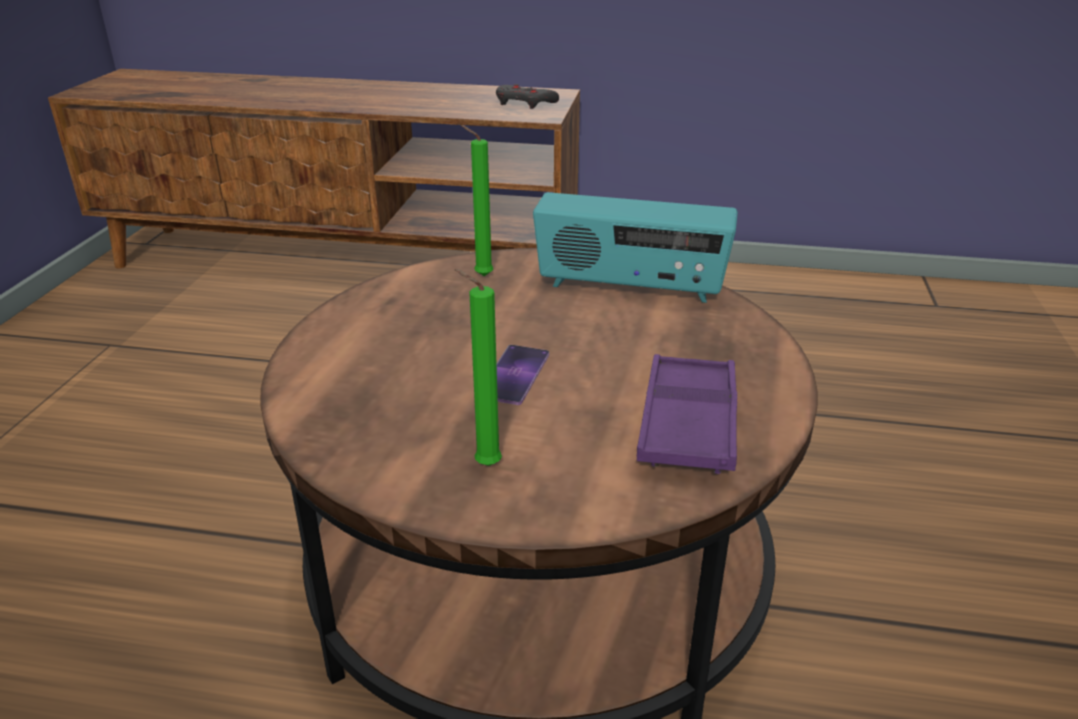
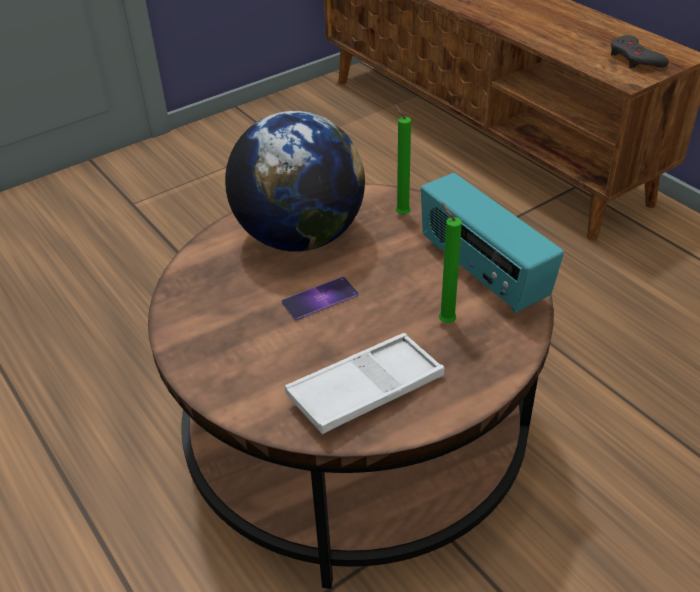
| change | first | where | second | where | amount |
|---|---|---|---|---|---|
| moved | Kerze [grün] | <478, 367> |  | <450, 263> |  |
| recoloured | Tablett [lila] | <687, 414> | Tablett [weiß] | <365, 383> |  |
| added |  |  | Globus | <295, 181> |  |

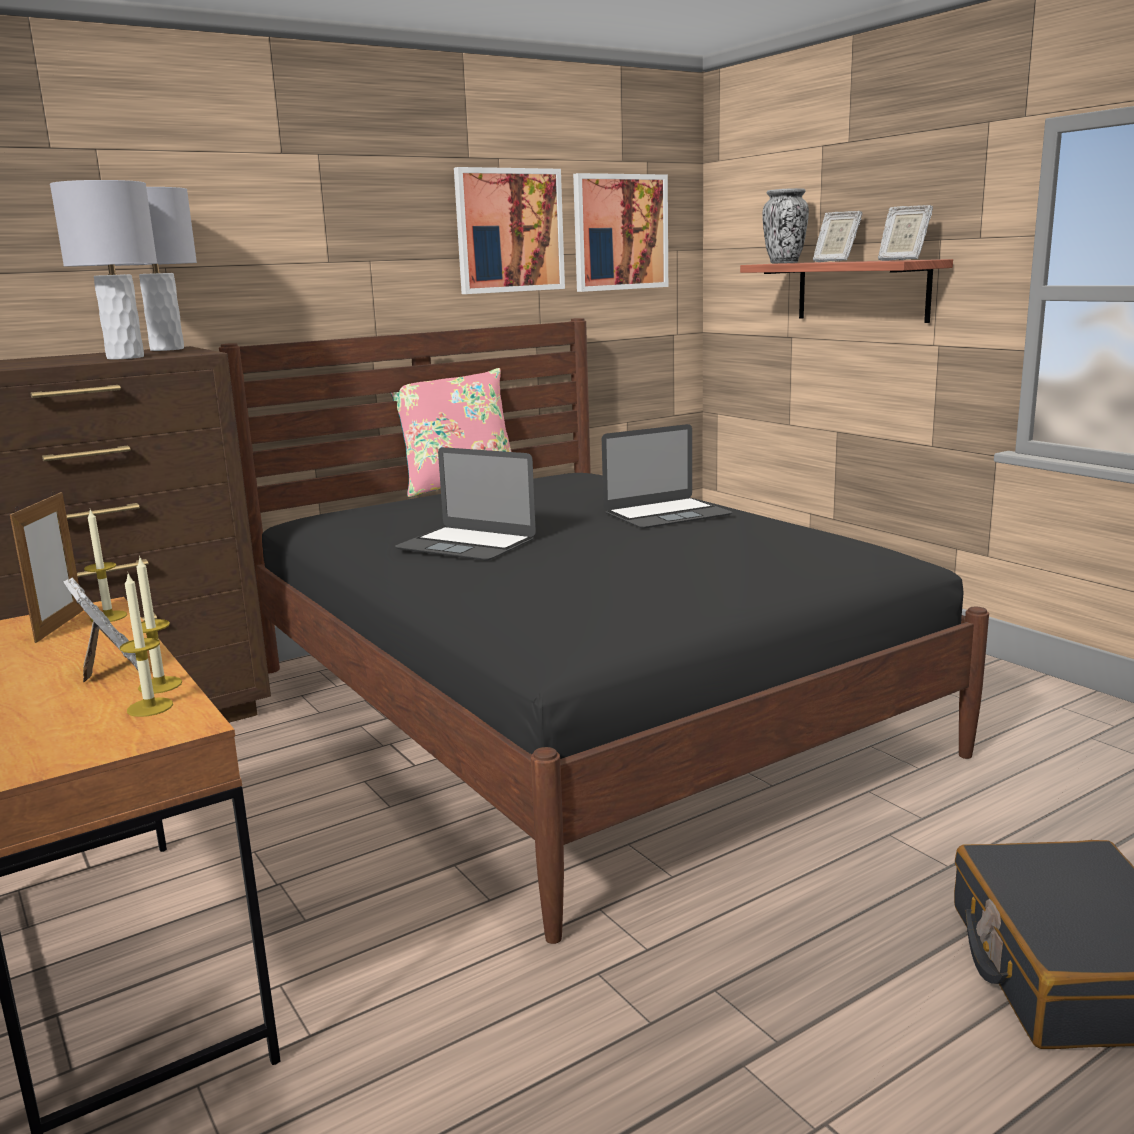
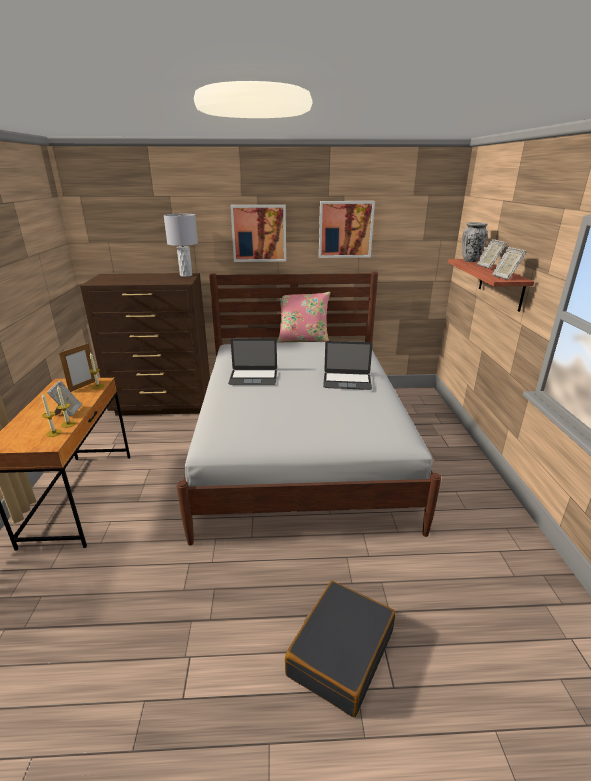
| change | first | where | second | where | amount |
|---|---|---|---|---|---|
| removed | Tischlampe [grau] | <103, 270> |  |  |  |
| recoloured | Bett [schwarz] | <604, 631> | Bett [weiß] | <309, 408> |  |
| turned | Laptop | <465, 504> |  | <252, 361> | 60 degrees counterclockwise |
| moved | Bild | <620, 232> |  | <258, 233> |  |

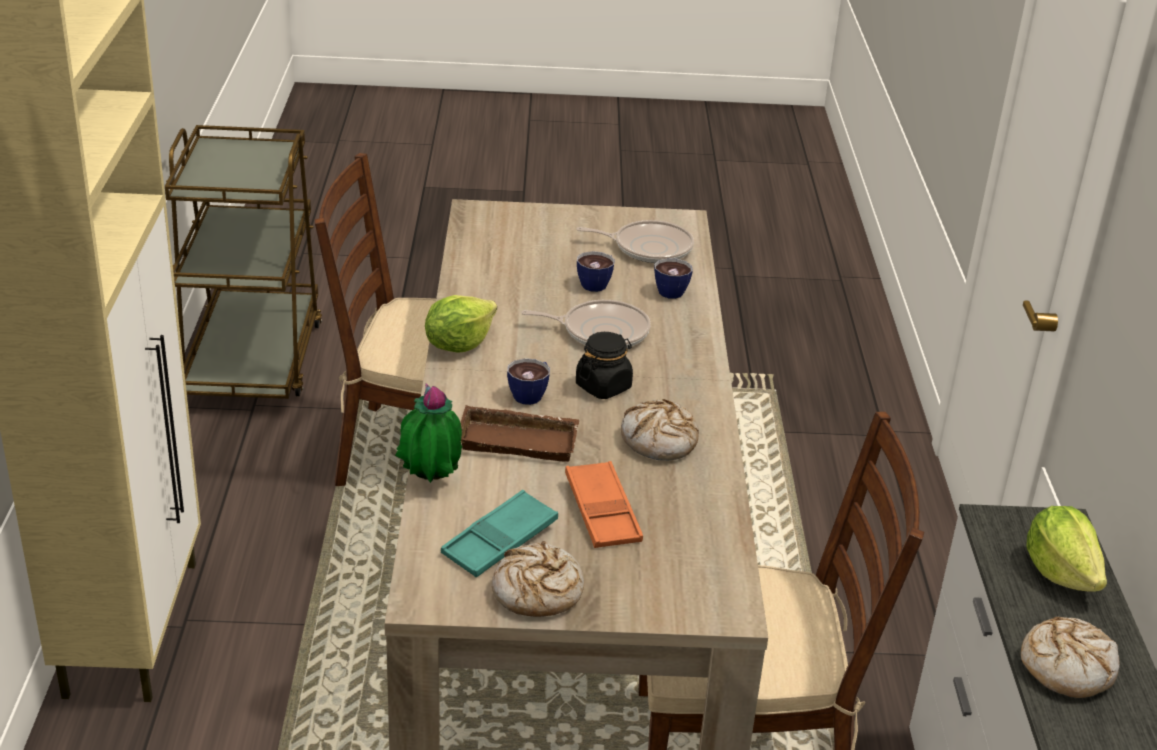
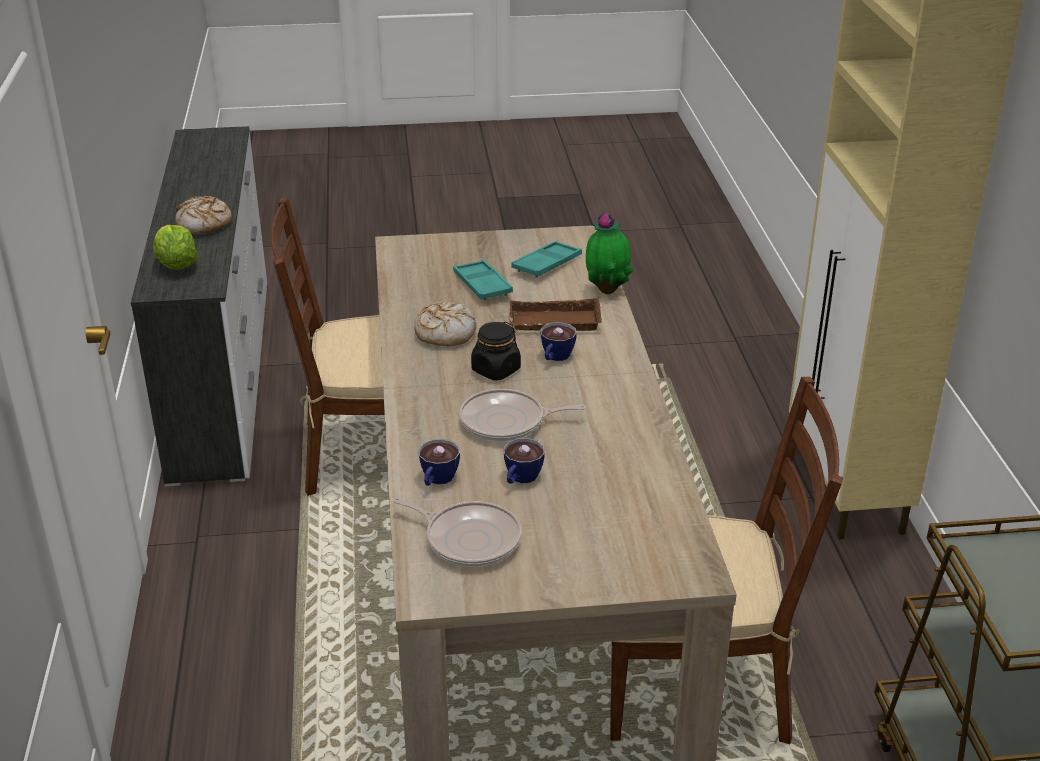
| change | first | where | second | where | amount |
|---|---|---|---|---|---|
| removed | Salatkopf | <461, 324> |  |  |  |
| removed | Brot | <538, 579> |  |  |  |
| recoloured | Tablett [orange] | <604, 504> | Tablett [türkis] | <483, 280> |  |
| turned | Pfanne | <635, 241> |  | <457, 532> | 150 degrees counterclockwise |

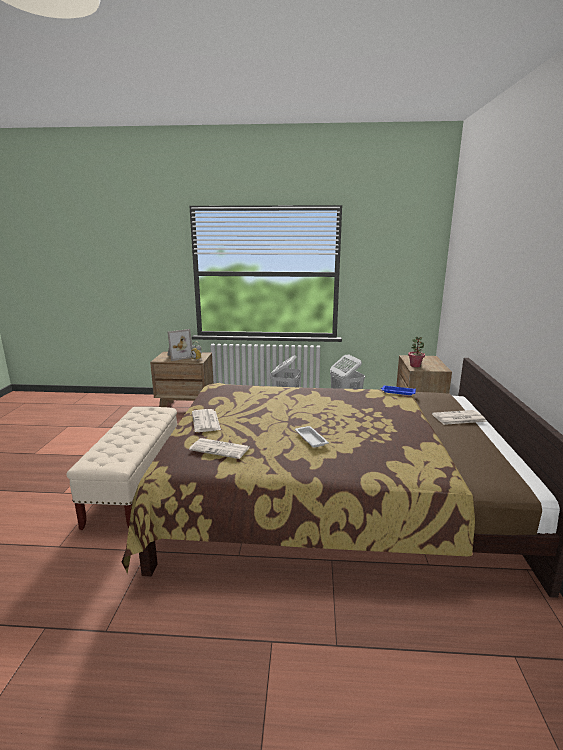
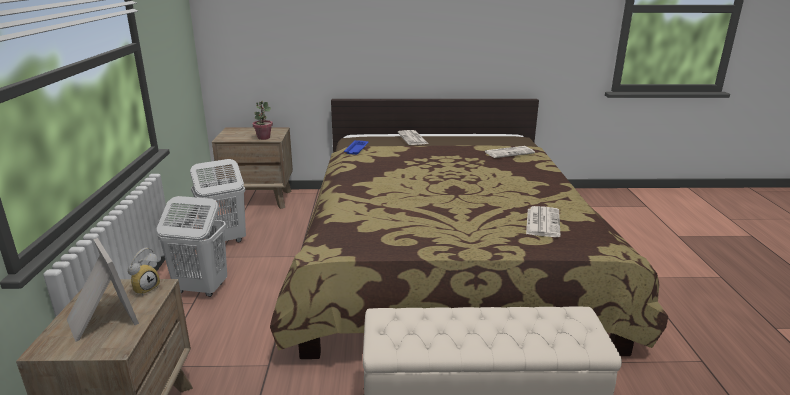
| change | first | where | second | where | amount |
|---|---|---|---|---|---|
| moved | Zeitung | <206, 420> |  | <510, 152> |  |
| removed | Tablett [weiß] | <312, 437> |  |  |  |

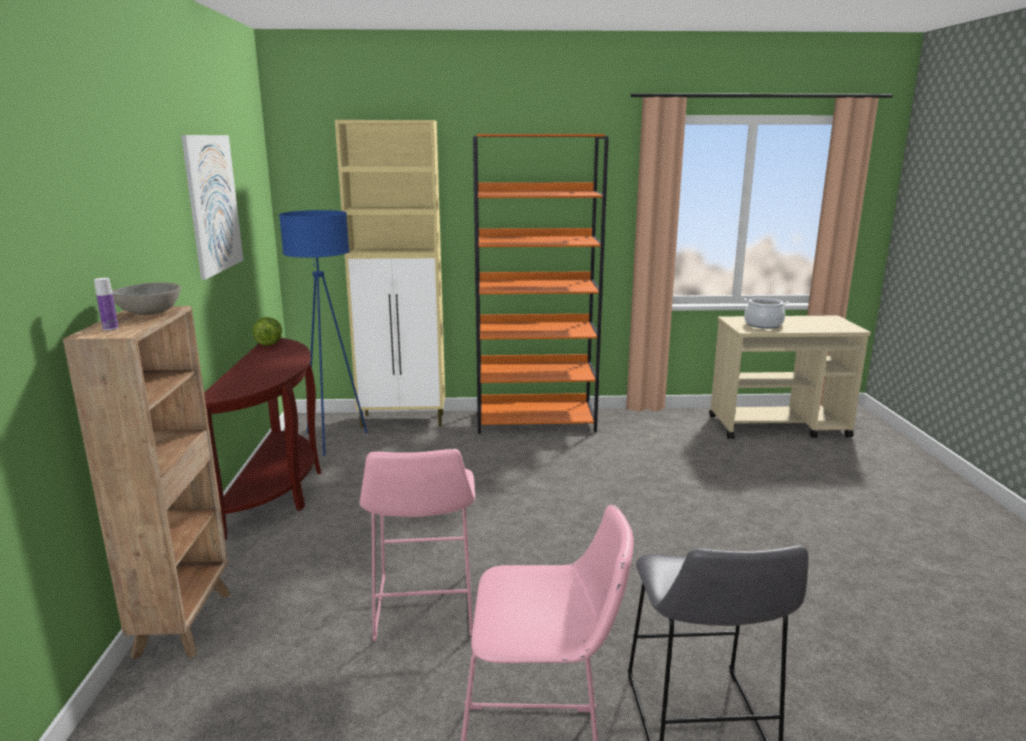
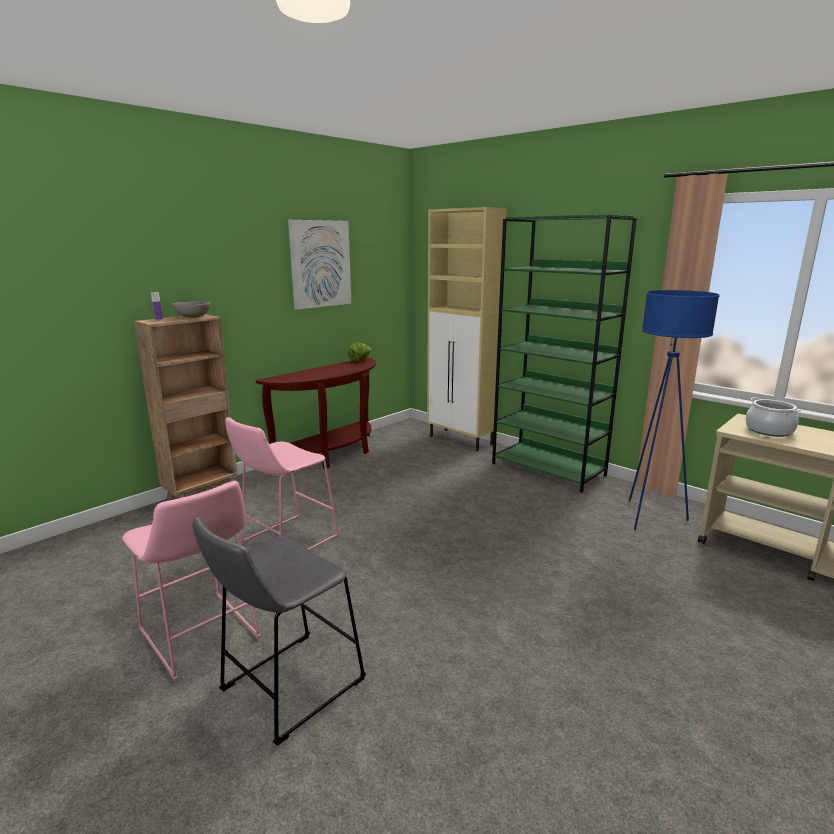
| change | first | where | second | where | amount |
|---|---|---|---|---|---|
| moved | Stehlampe [blau] | <323, 333> |  | <674, 410> |  |
| recoloured | Bücherregal [orange] | <541, 284> | Bücherregal [grün] | <564, 353> |  |

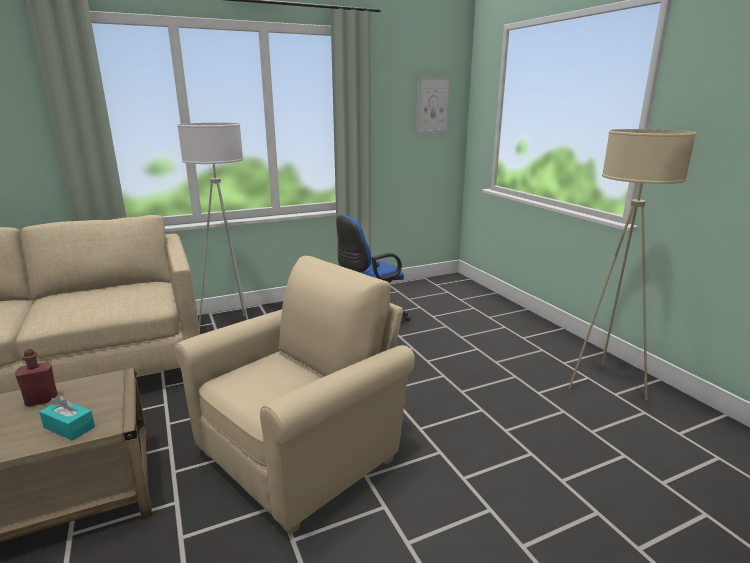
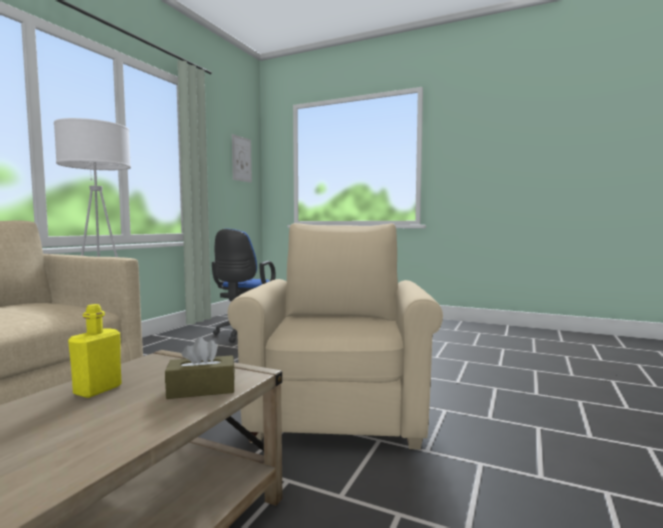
| change | first | where | second | where | amount |
|---|---|---|---|---|---|
| recoloured | Flasche [rot] | <36, 378> | Flasche [gelb] | <95, 351> |  |
| recoloured | Taschentuchbox [türkis] | <67, 418> | Taschentuchbox [braun] | <200, 368> |  |
| removed | Stehlampe [beige] | <632, 264> |  |  |  |

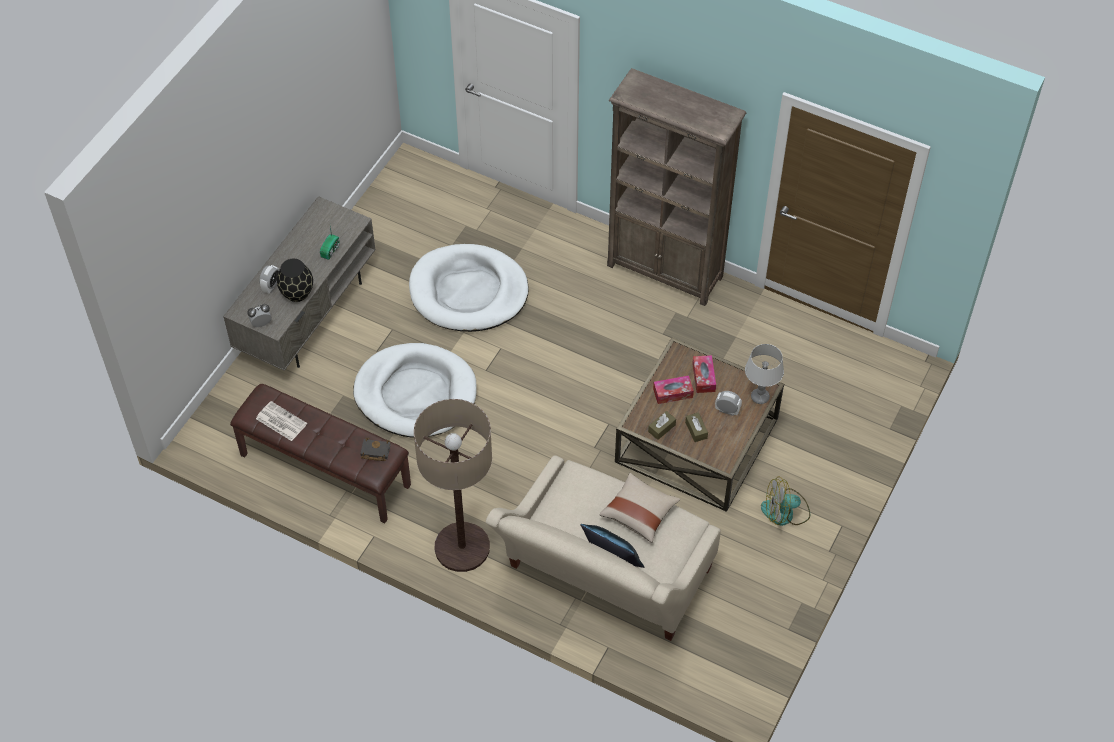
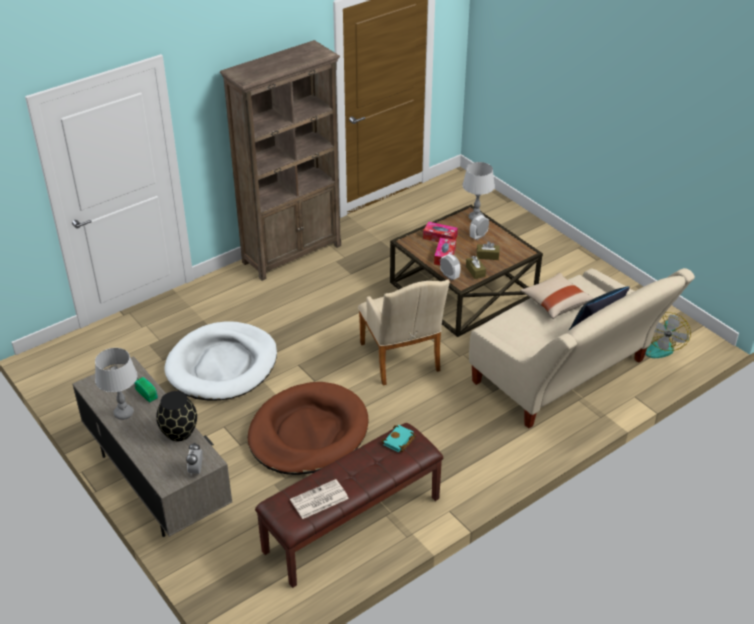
| change | first | where | second | where | amount |
|---|---|---|---|---|---|
| moved | Wecker | <269, 279> |  | <450, 267> |  |
| recoloured | Hundebett [weiß] | <415, 390> | Hundebett [braun] | <308, 428> |  |
| recoloured | Buch [schwarz] | <375, 449> | Buch [türkis] | <398, 438> |  |
| removed | Stehlampe | <453, 485> |  |  |  |
| moved | Ventilator | <785, 501> |  | <668, 335> |  |
| added |  |  | Tischlampe [grau] | <116, 384> |  |
| added |  |  | Sessel [beige] | <404, 332> |  |

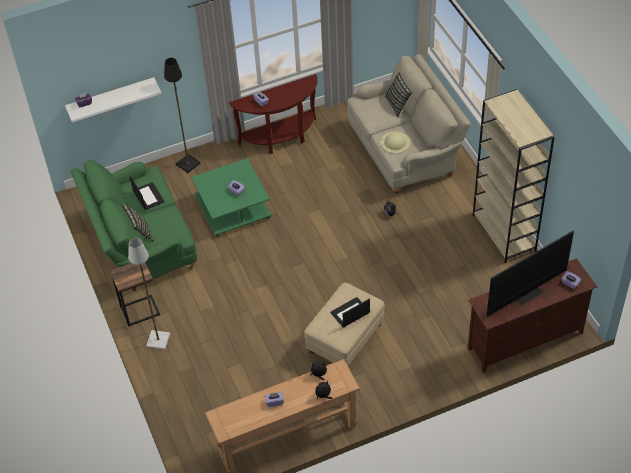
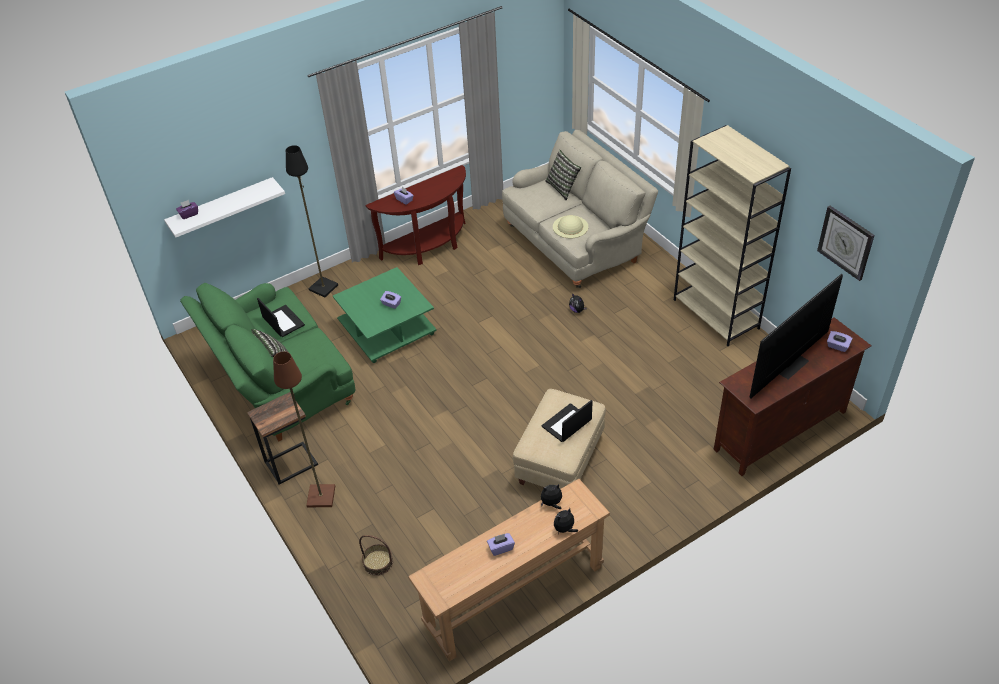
| change | first | where | second | where | amount |
|---|---|---|---|---|---|
| recoloured | Stehlampe [grau] | <149, 294> | Stehlampe [braun] | <304, 429> |  |
| added |  |  | Korb | <376, 555> |  |
| added |  |  | Wanduhr | <845, 243> |  |

